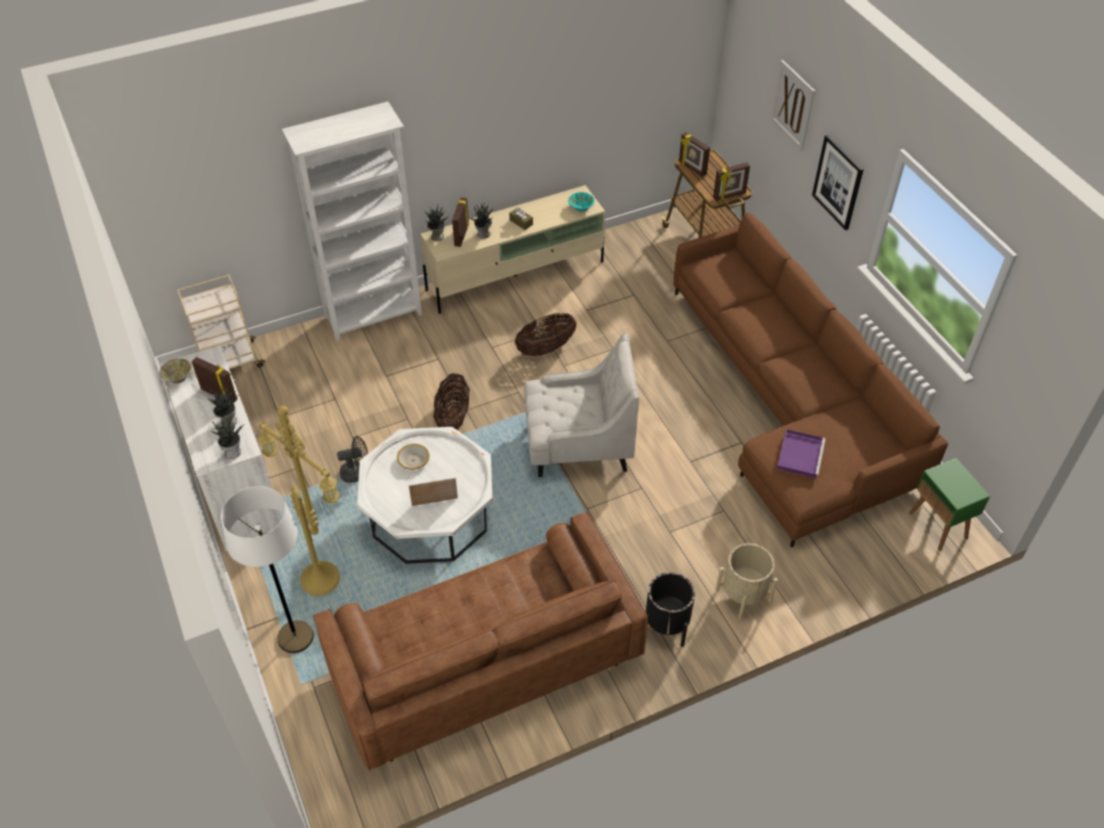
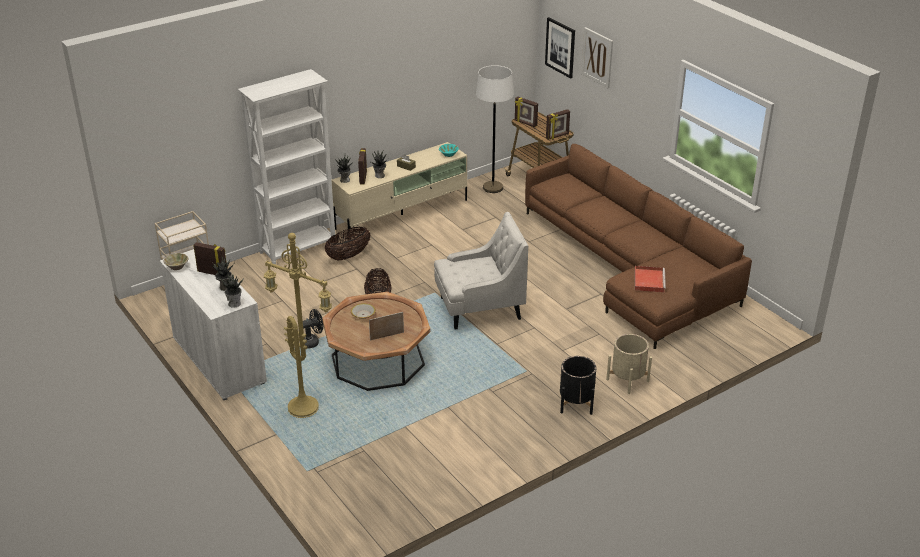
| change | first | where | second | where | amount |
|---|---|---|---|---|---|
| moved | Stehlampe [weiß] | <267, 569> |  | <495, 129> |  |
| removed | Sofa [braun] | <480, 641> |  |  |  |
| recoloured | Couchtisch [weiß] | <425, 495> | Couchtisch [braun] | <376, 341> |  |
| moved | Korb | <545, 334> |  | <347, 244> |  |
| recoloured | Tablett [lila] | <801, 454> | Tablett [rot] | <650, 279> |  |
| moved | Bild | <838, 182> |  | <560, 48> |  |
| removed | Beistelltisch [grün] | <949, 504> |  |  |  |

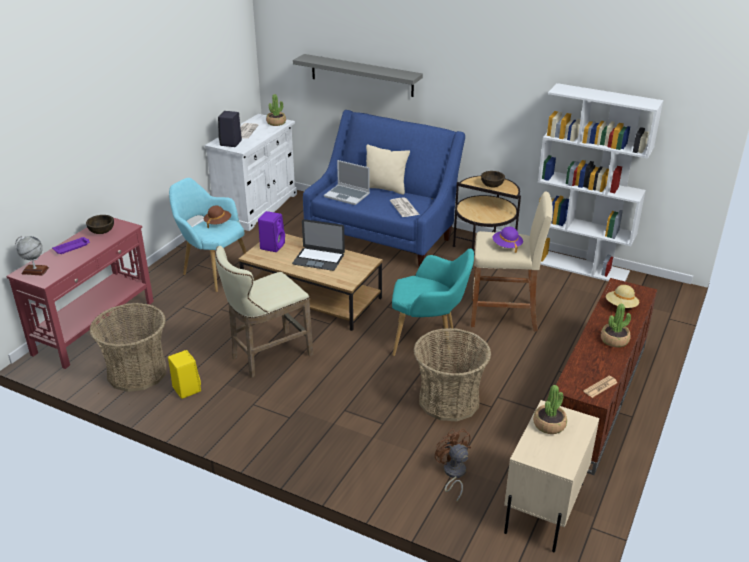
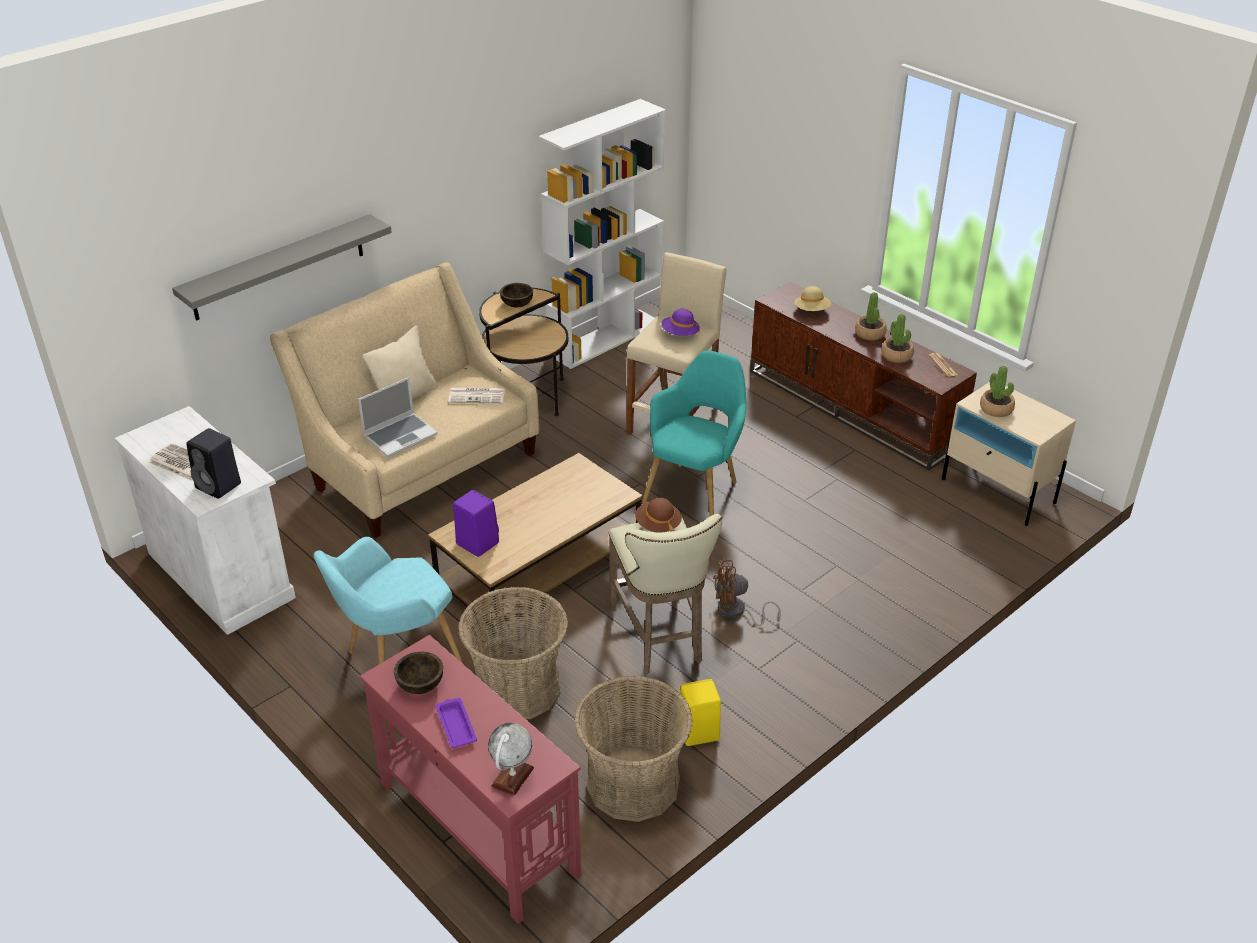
| change | first | where | second | where | amount |
|---|---|---|---|---|---|
| moved | Hut [braun] | <217, 217> |  | <658, 515> |  |
| moved | Topfpflanze | <276, 110> |  | <898, 338> |  |
| removed | Laptop | <318, 245> |  |  |  |
| recoloured | Sofa [blau] | <384, 188> | Sofa [beige] | <404, 400> |  |
| moved | Korb | <452, 374> |  | <513, 653> |  |
| moved | Ventilator [braun] | <453, 465> |  | <747, 593> |  |

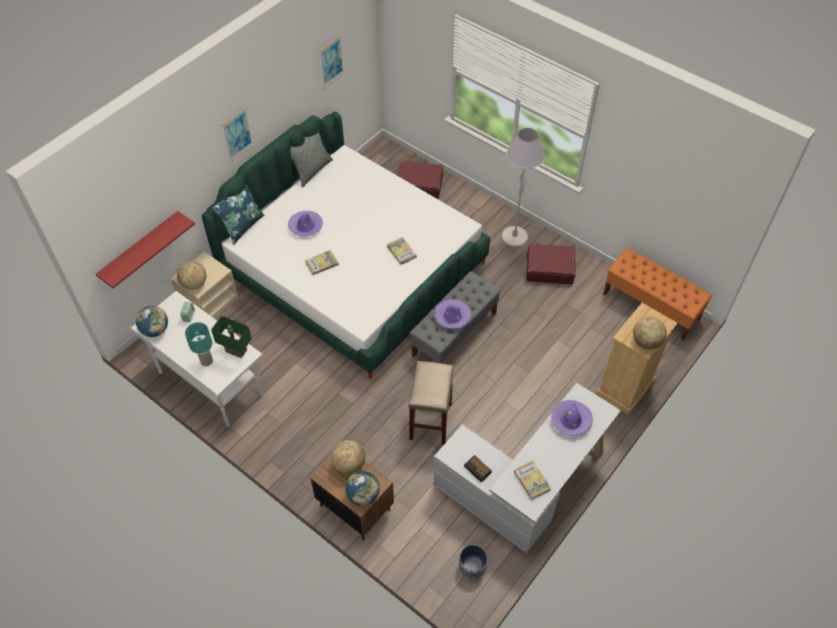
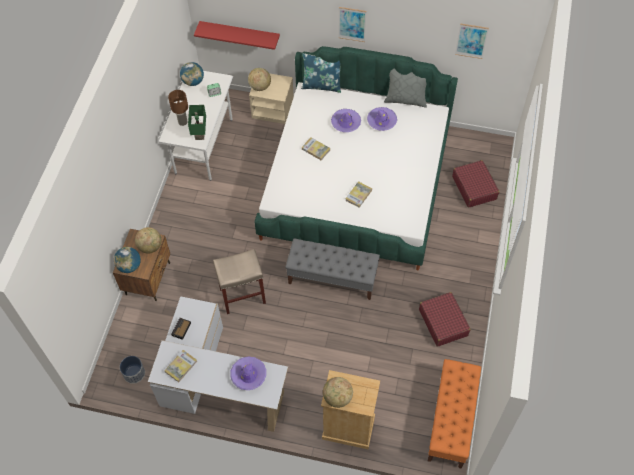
| change | first | where | second | where | amount |
|---|---|---|---|---|---|
| recoloured | Tischlampe [türkis] | <199, 344> | Tischlampe [braun] | <178, 108> |  |
| moved | Hut [lila] | <452, 314> |  | <382, 119> |  |
| removed | Stehlampe [grau] | <523, 187> |  |  |  |

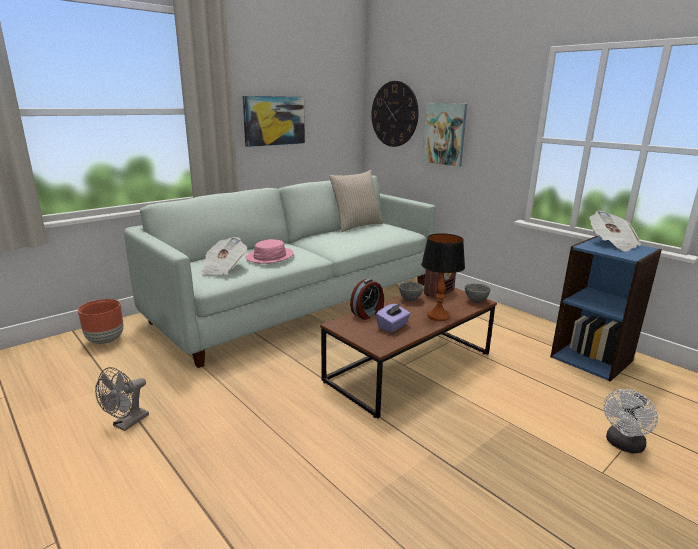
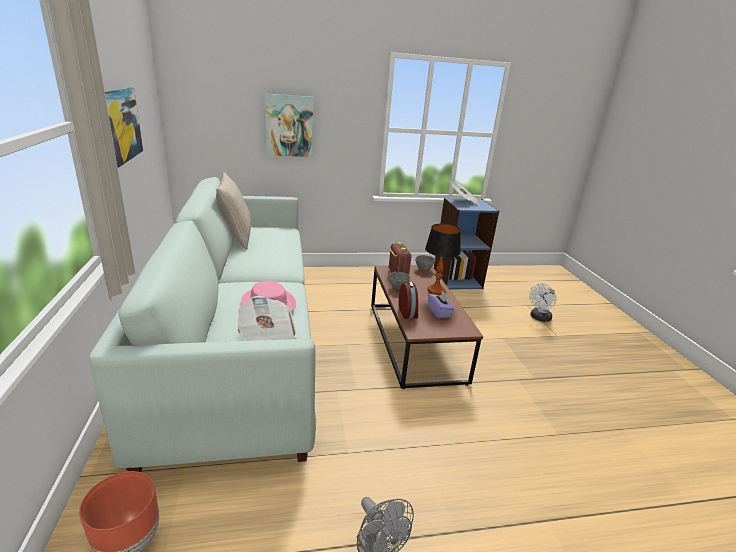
| change | first | where | second | where | amount |
|---|---|---|---|---|---|
| removed | Wanduhr | <395, 114> |  |  |  |
| turned | Ventilator [weiß] | <630, 421> |  | <543, 302> | 60 degrees clockwise |

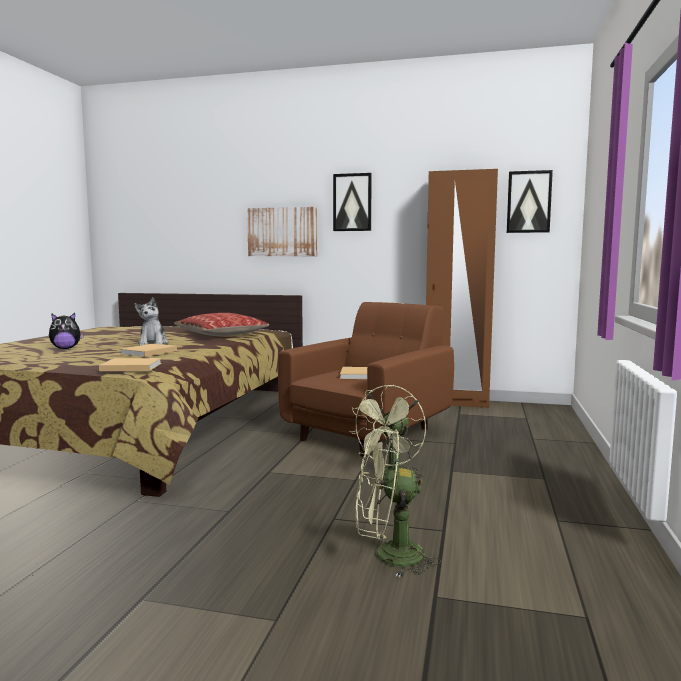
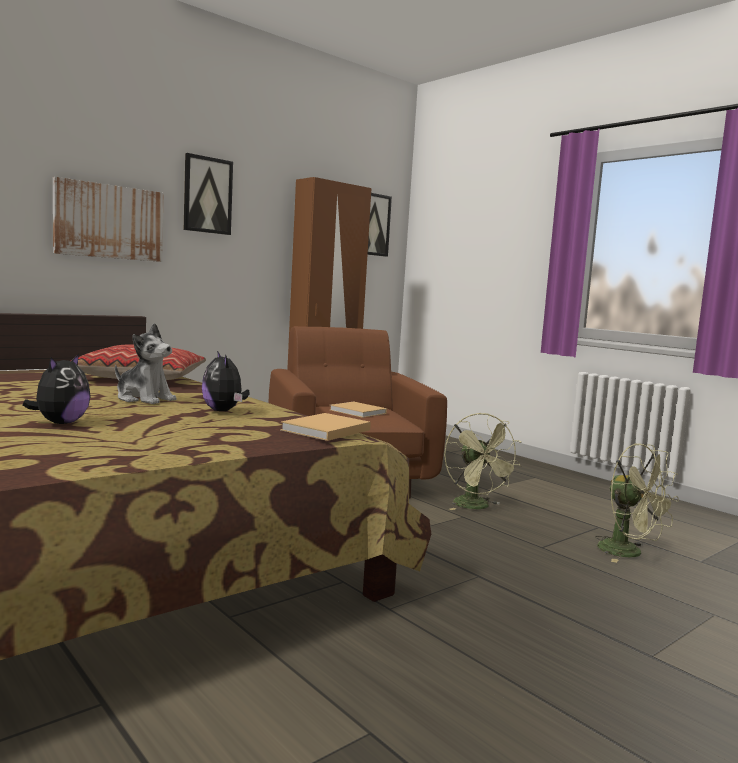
| change | first | where | second | where | amount |
|---|---|---|---|---|---|
| replaced | Buch [beige] | <148, 350> | Plüschtier | <226, 381> |  |
| turned | Ventilator [grün] | <398, 503> |  | <637, 503> | 75 degrees counterclockwise |

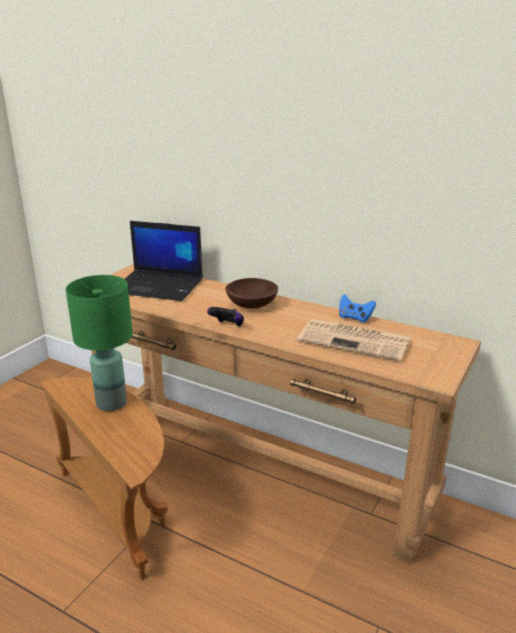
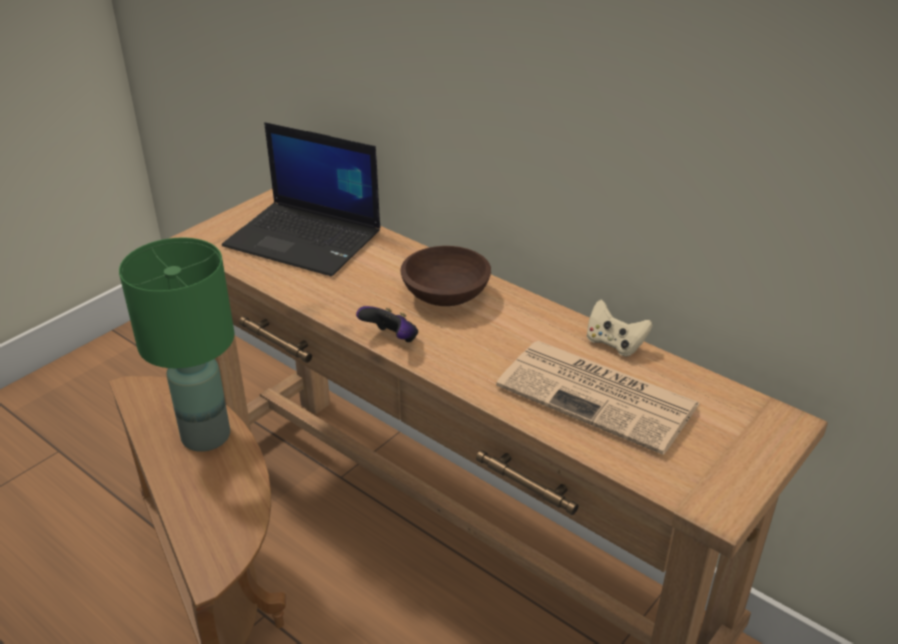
| change | first | where | second | where | amount |
|---|---|---|---|---|---|
| recoloured | Gamepad [blau] | <357, 308> | Gamepad [beige] | <619, 328> |  |

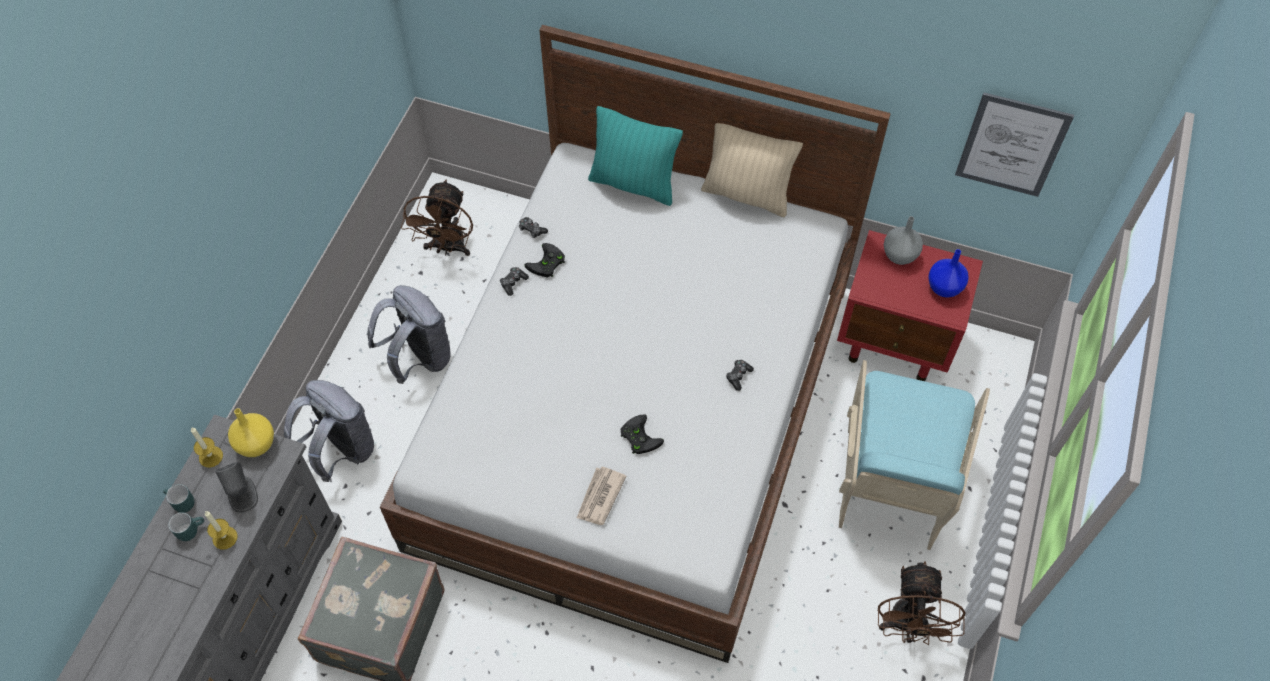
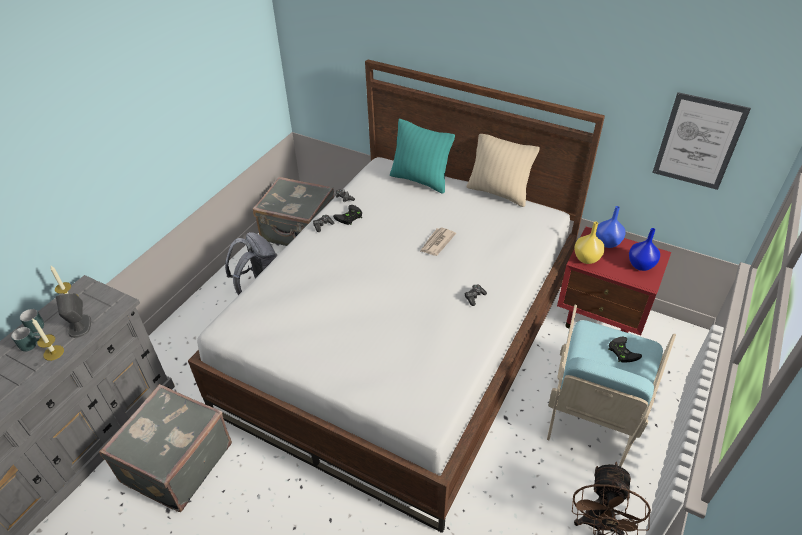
| change | first | where | second | where | amount |
|---|---|---|---|---|---|
| moved | Vase [gelb] | <251, 432> |  | <589, 243> |  |
| removed | Rucksack [grau] | <329, 431> |  |  |  |
| replaced | Ventilator [braun] | <437, 218> | Koffer [grau] | <293, 211> |  |
| moved | Zeitung | <602, 496> |  | <438, 241> |  |
| moved | Gamepad [schwarz] | <642, 434> |  | <625, 350> |  |
| recoloured | Vase [grau] | <903, 240> | Vase [blau] | <610, 227> |  |

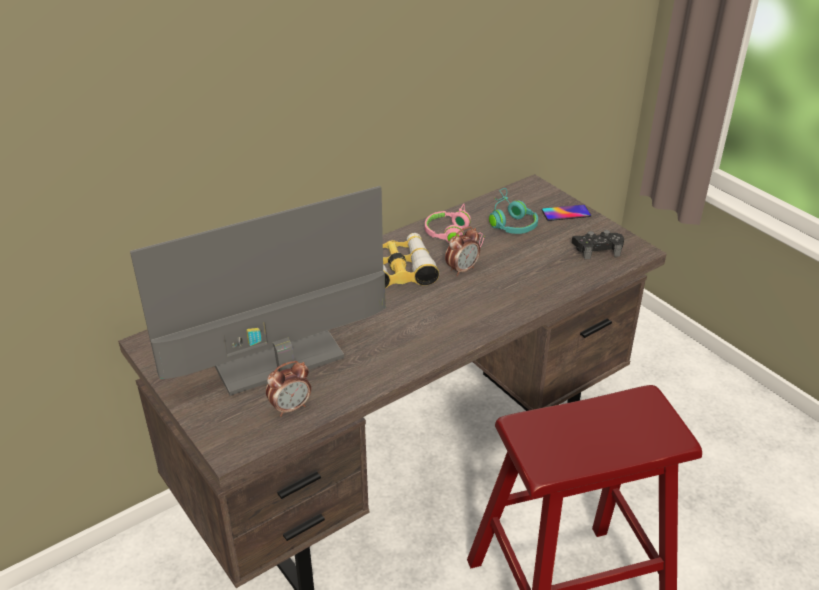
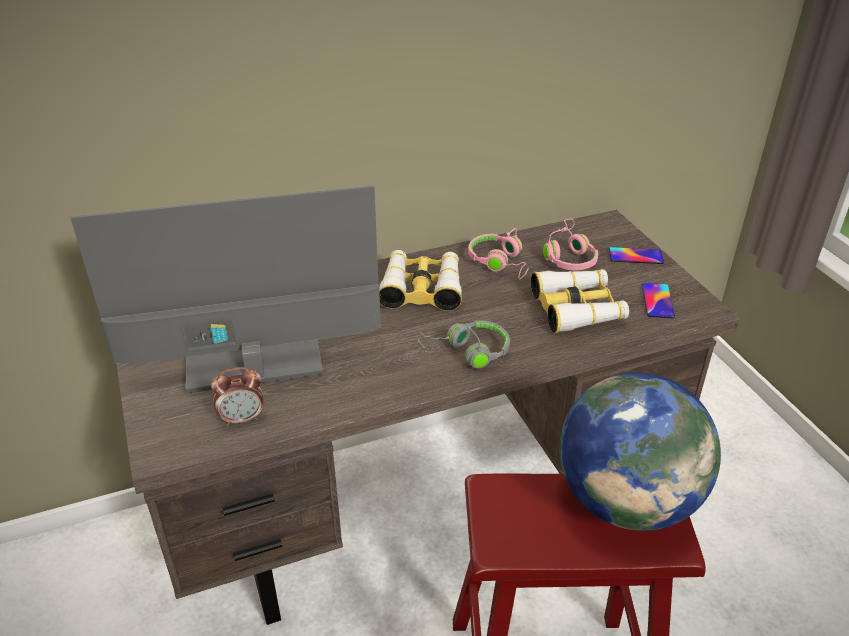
| change | first | where | second | where | amount |
|---|---|---|---|---|---|
| removed | Wecker | <462, 251> |  |  |  |
| recoloured | Kopfhörer [türkis] | <513, 211> | Kopfhörer [rosa] | <570, 245> |  |
| replaced | Gamepad [schwarz] | <598, 244> | Handy | <658, 300> |  |
| added |  |  | Kopfhörer [grau] | <463, 344> |  |
| added |  |  | Fernglas | <580, 301> |  |
| added |  |  | Globus | <640, 451> |  |

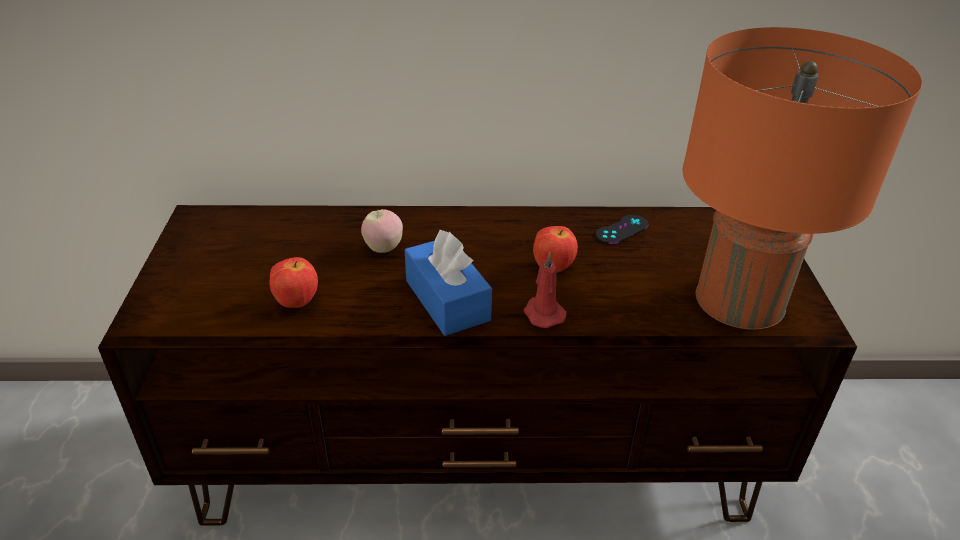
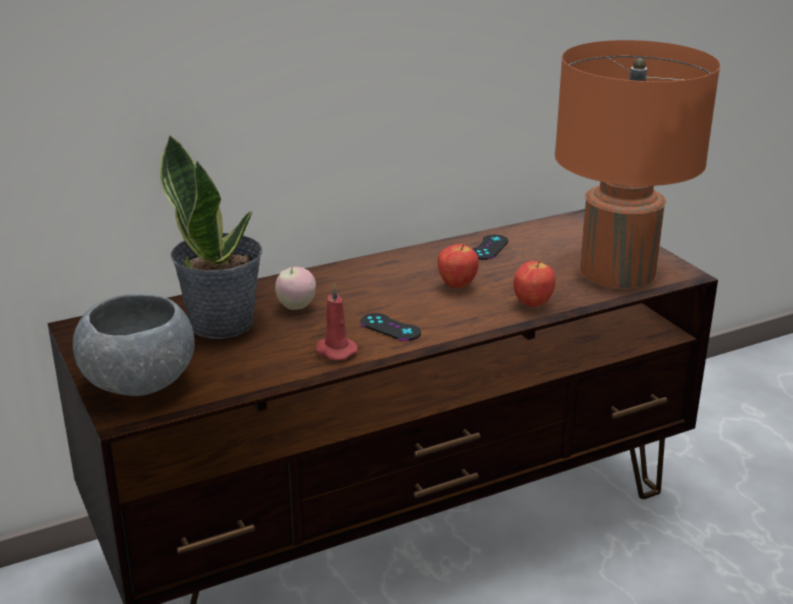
| change | first | where | second | where | amount |
|---|---|---|---|---|---|
| moved | Apfel | <294, 282> |  | <534, 284> |  |
| replaced | Taschentuchbox [blau] | <448, 283> | Gamepad [schwarz] | <391, 327> |  |
| moved | Kerze [rot] | <545, 290> |  | <337, 322> |  |
| added |  |  | Schüssel [grau] | <134, 345> |  |
| added |  |  | Topfpflanze | <211, 236> |  |

